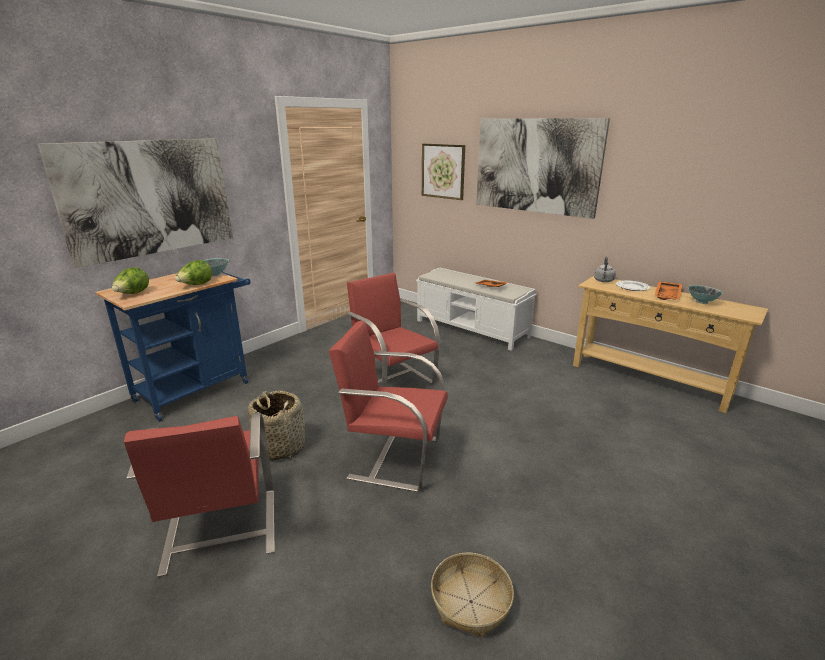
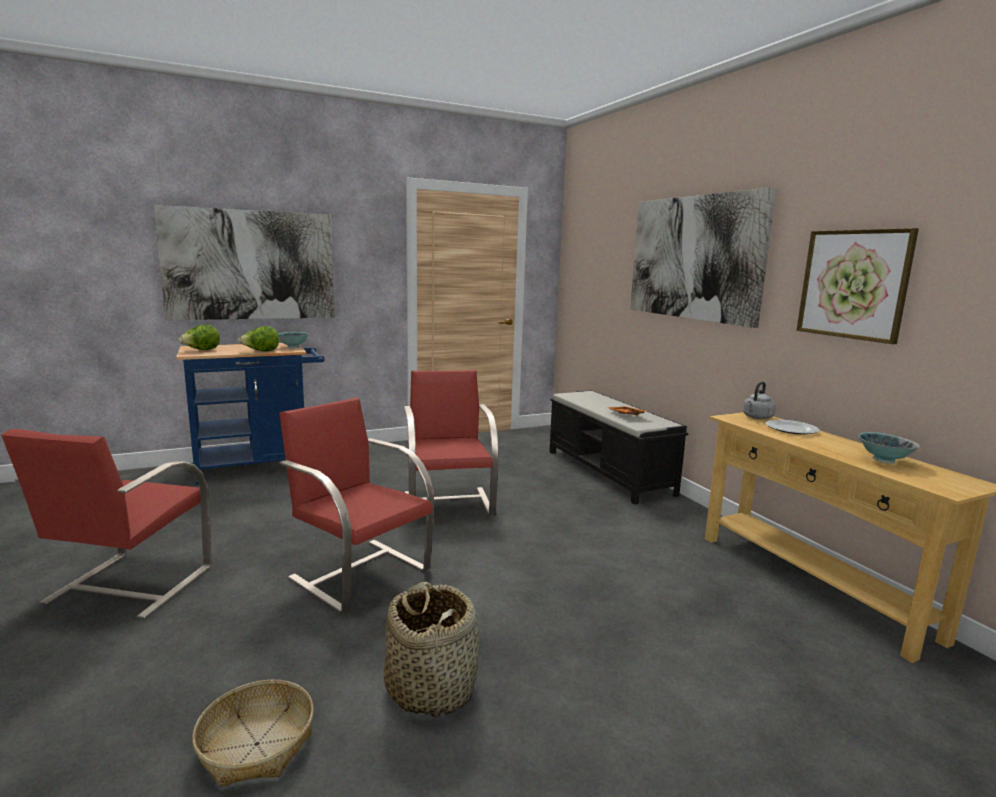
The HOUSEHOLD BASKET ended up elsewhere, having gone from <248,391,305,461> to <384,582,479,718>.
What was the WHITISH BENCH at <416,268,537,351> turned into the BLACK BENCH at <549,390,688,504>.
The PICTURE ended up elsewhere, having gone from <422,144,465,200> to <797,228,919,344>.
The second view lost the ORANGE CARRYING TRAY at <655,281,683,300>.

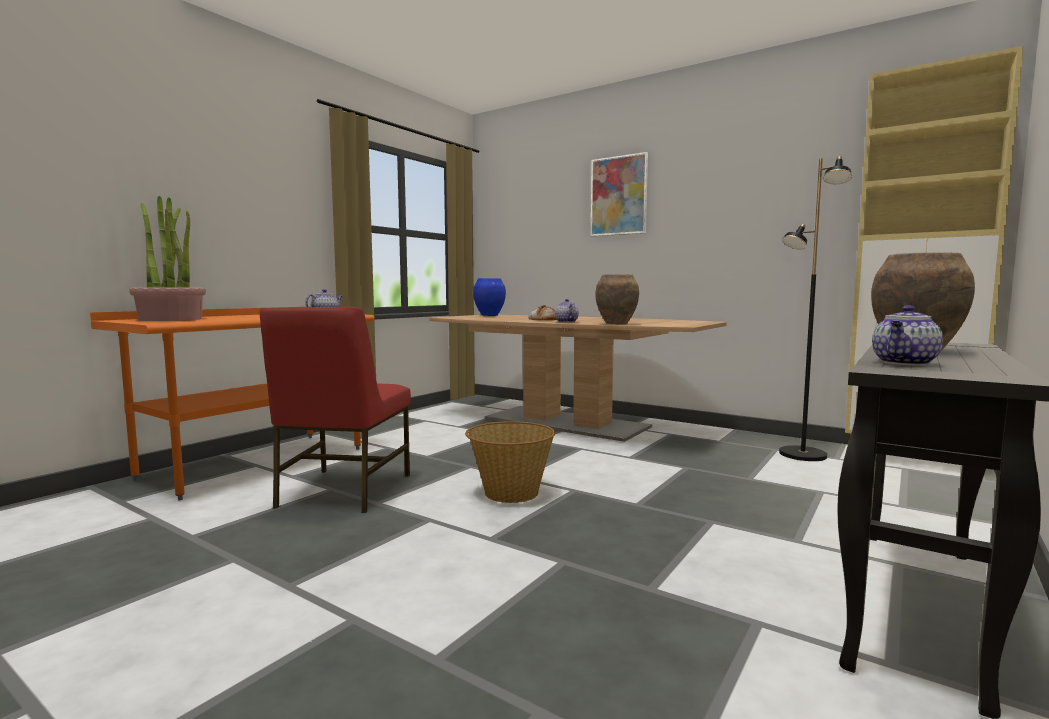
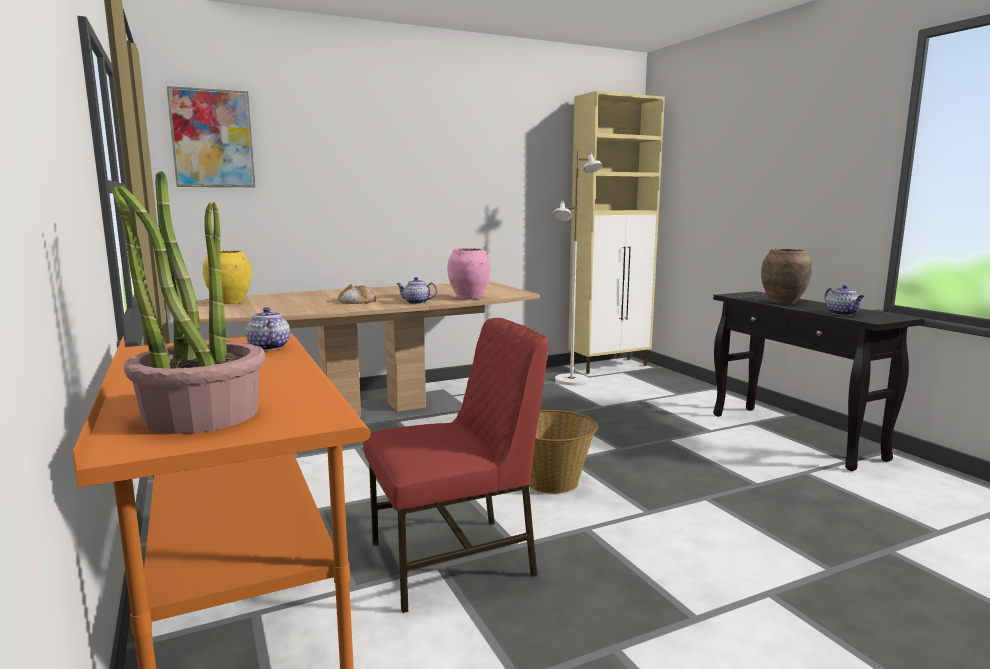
The PICTURE ended up elsewhere, having gone from <591,152,648,236> to <167,86,255,187>.
What was the BLUE FLOWER VASE at <473,278,506,316> turned into the YELLOWISH FLOWER VASE at <203,250,252,304>.
The REDDISH UPRIGHT CHAIR at <259,307,411,513> ended up facing another way, 60 degrees counterclockwise from before.
What was the BROWN FLOWER VASE at <595,274,639,324> turned into the PINKISH FLOWER VASE at <447,248,491,300>.
What was the BLACK STANDING LAMP at <779,156,852,461> turned into the WHITISH STANDING LAMP at <552,151,603,385>.

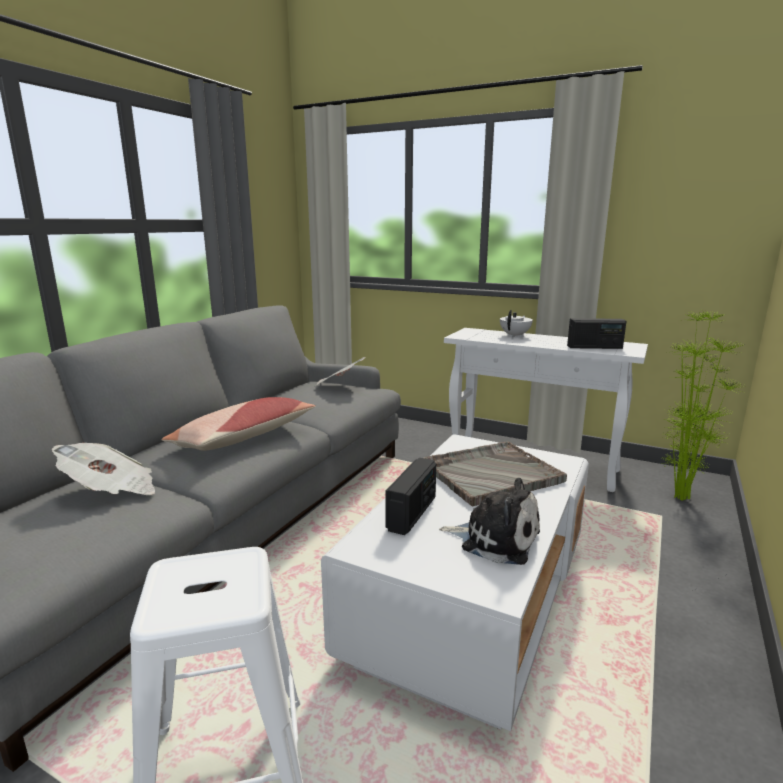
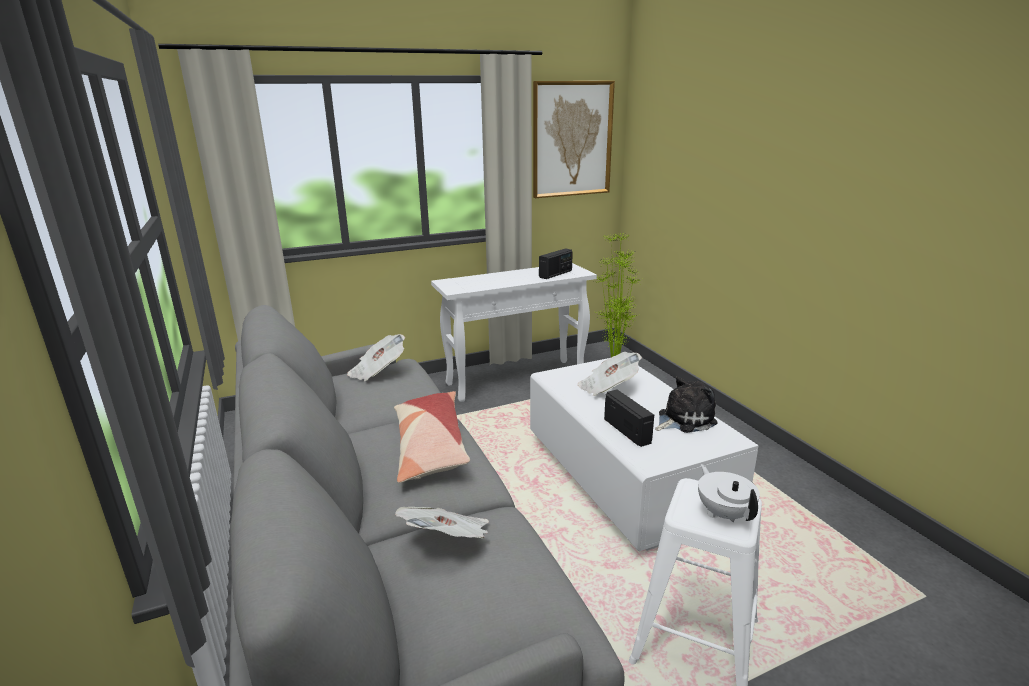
The second view gained the PICTURE at <533,81,615,198>.
Where the GREY CARRYING TRAY stood at <424,442,567,507>, the NEWSPAPER came to stand at <577,352,642,396>.
The WHITISH POT FOR TEA ended up elsewhere, having gone from <500,310,533,337> to <698,464,760,522>.

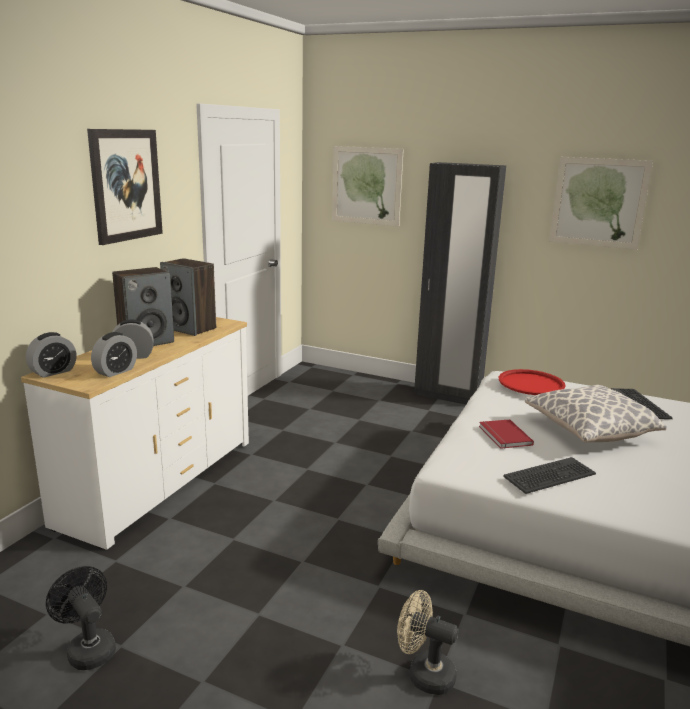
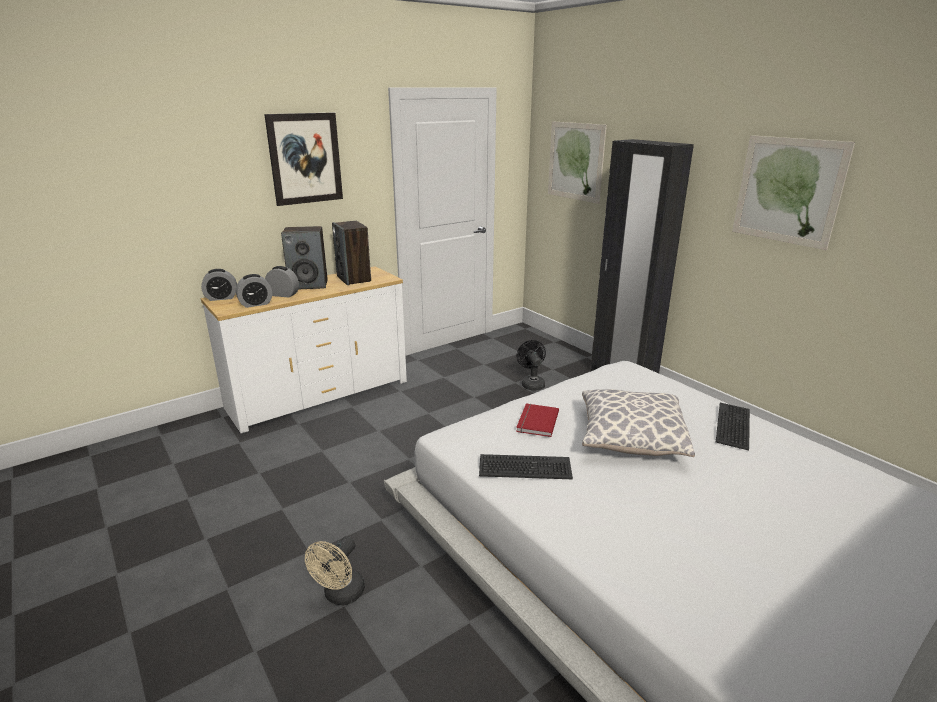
The BEIGE COOLING FAN at <397,590,458,695> ended up facing another way, 120 degrees counterclockwise from before.
The BLACK COOLING FAN ended up elsewhere, having gone from <46,566,116,670> to <517,340,546,391>.
The second view lost the REDDISH CARRYING TRAY at <499,369,566,395>.

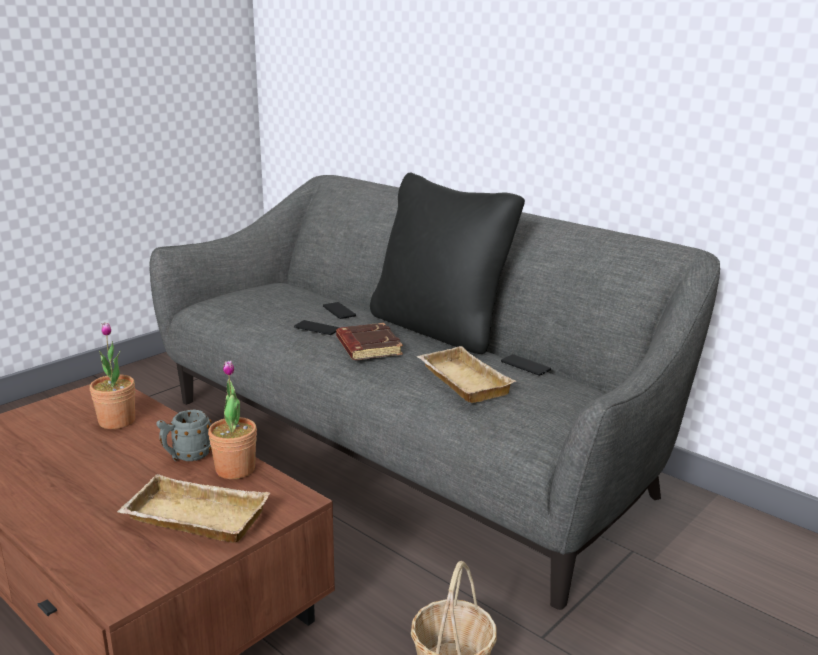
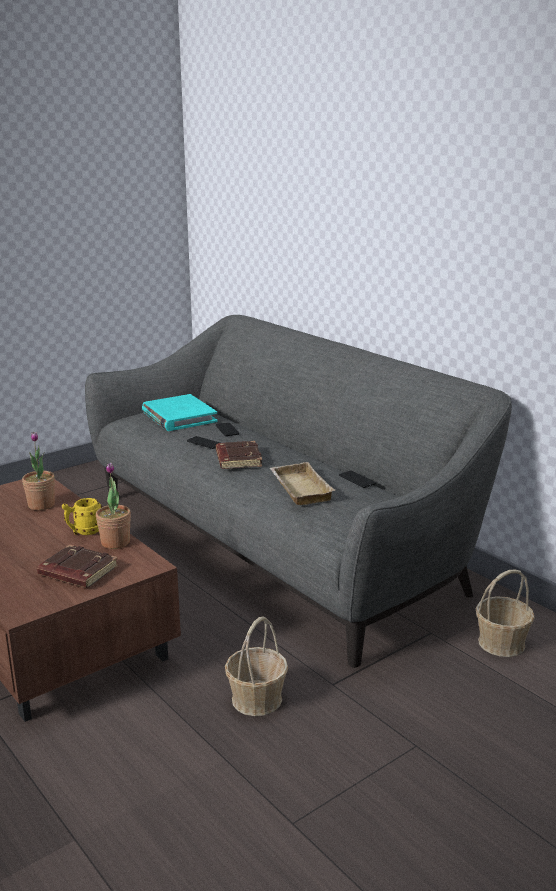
Where the BEIGE CARRYING TRAY stood at <117,474,270,543>, the BROWN VOLUME came to stand at <37,545,118,588>.
What was the GREY COFFEE MUG at <156,409,211,461> turned into the YELLOWISH COFFEE MUG at <62,498,102,535>.
The second view gained the TURQUOISE-COLOURED VOLUME at <142,394,217,431>.
The second view gained the HOUSEHOLD BASKET at <476,570,535,657>.
The second view lost the BLACK CUSHION at <370,172,525,354>.

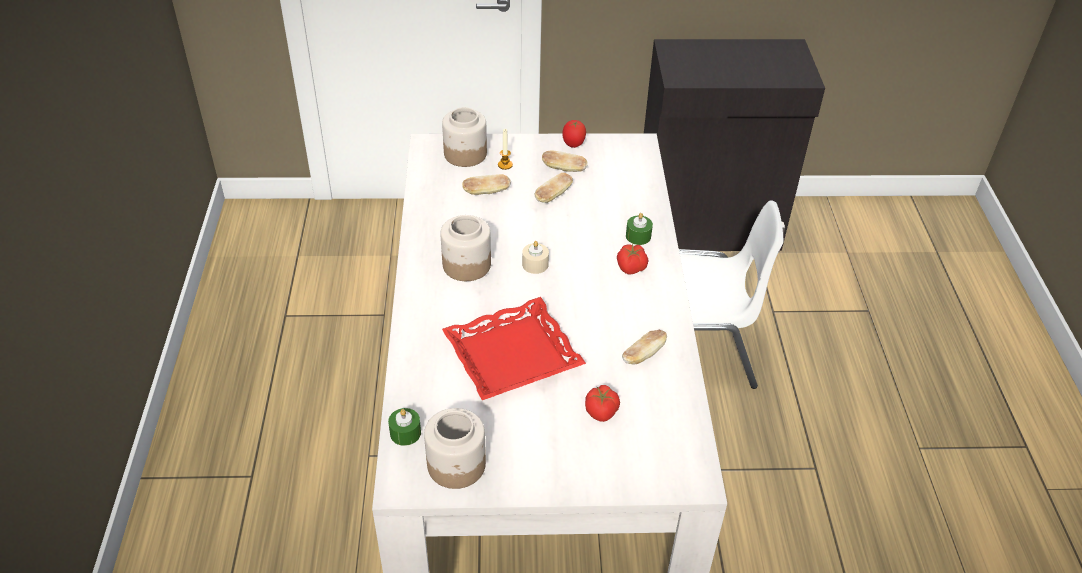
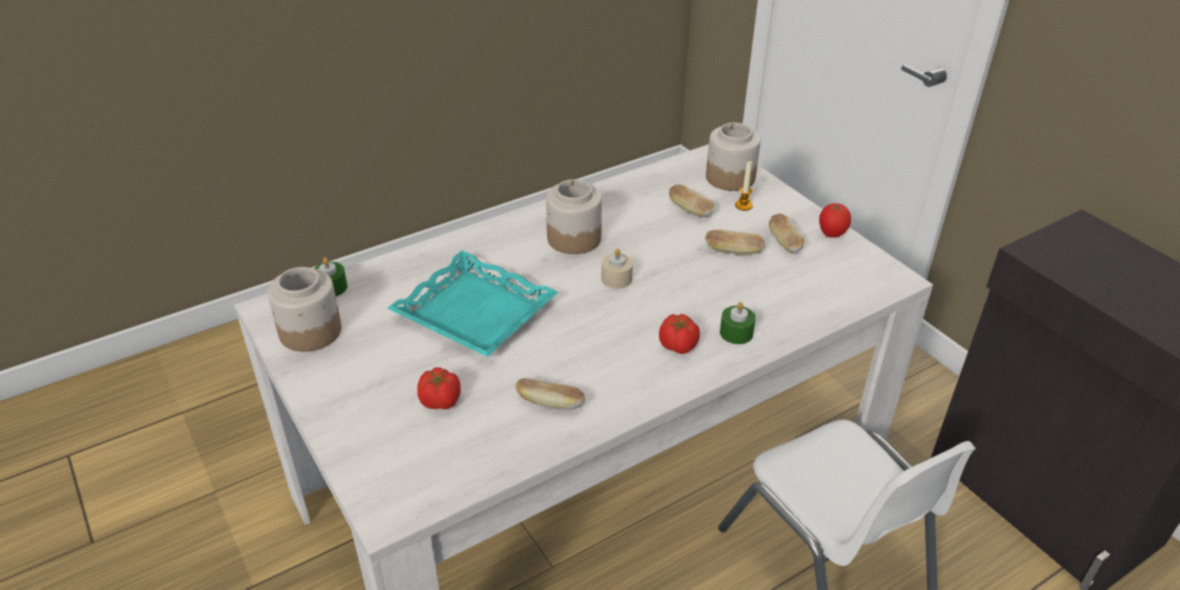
What was the REDDISH CARRYING TRAY at <442,297,586,400> turned into the TURQUOISE-COLOURED CARRYING TRAY at <387,251,558,357>.

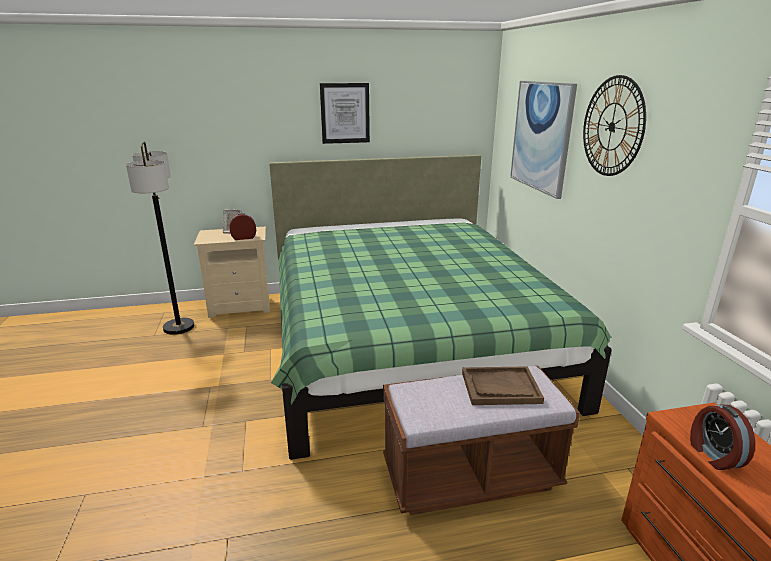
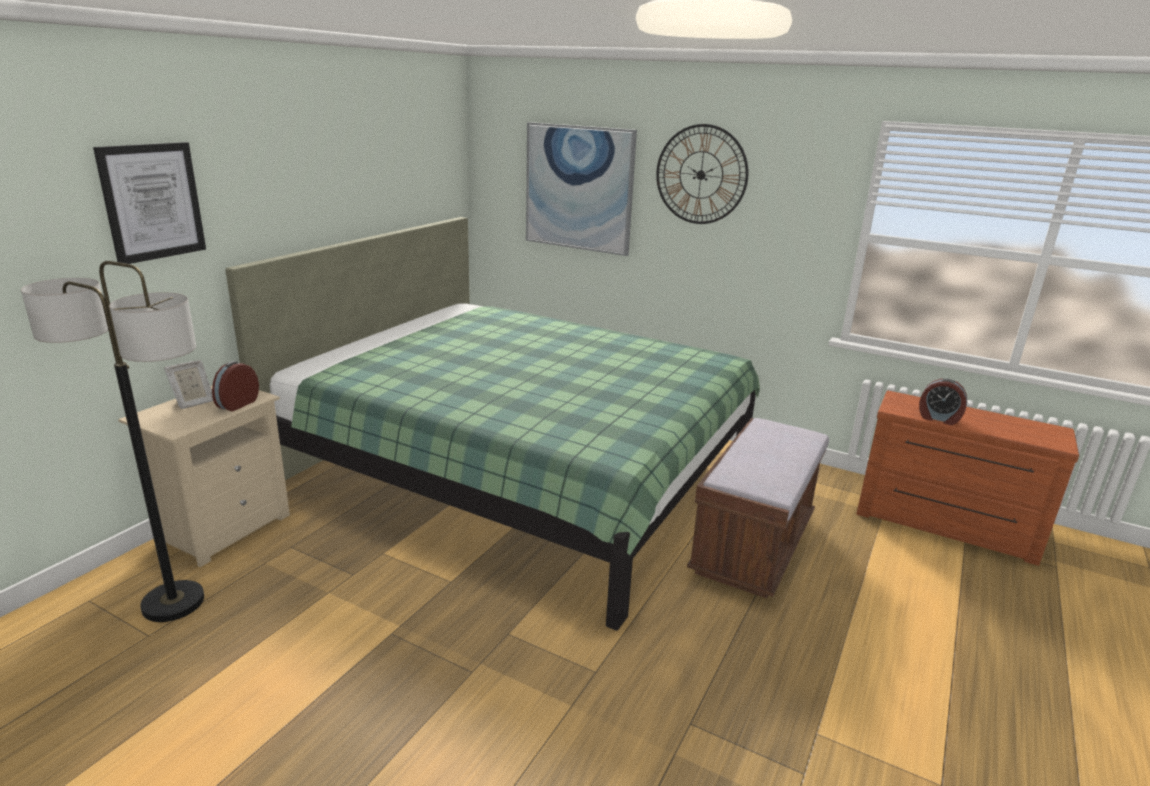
The PICTURE ended up elsewhere, having gone from <320,83,370,144> to <93,142,206,264>.
The second view lost the BROWN CARRYING TRAY at <462,366,544,405>.

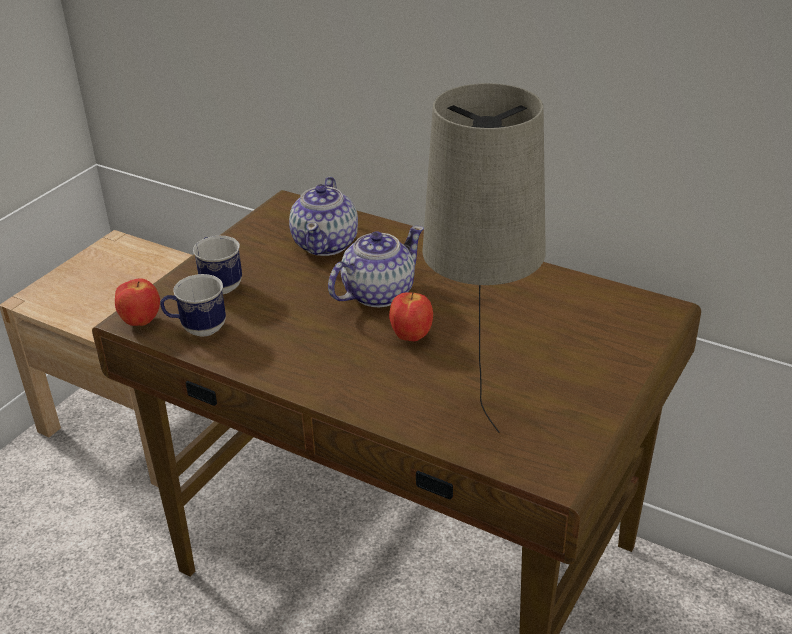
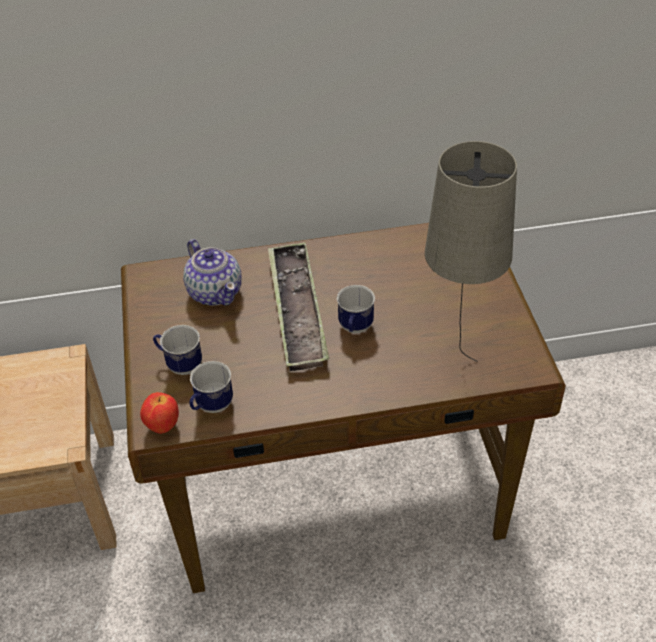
Where the POT FOR TEA stood at <328,226,424,307>, the CARRYING TRAY came to stand at <268,242,329,371>.
Where the APPLE stood at <389,292,433,341>, the COFFEE MUG came to stand at <337,285,375,333>.

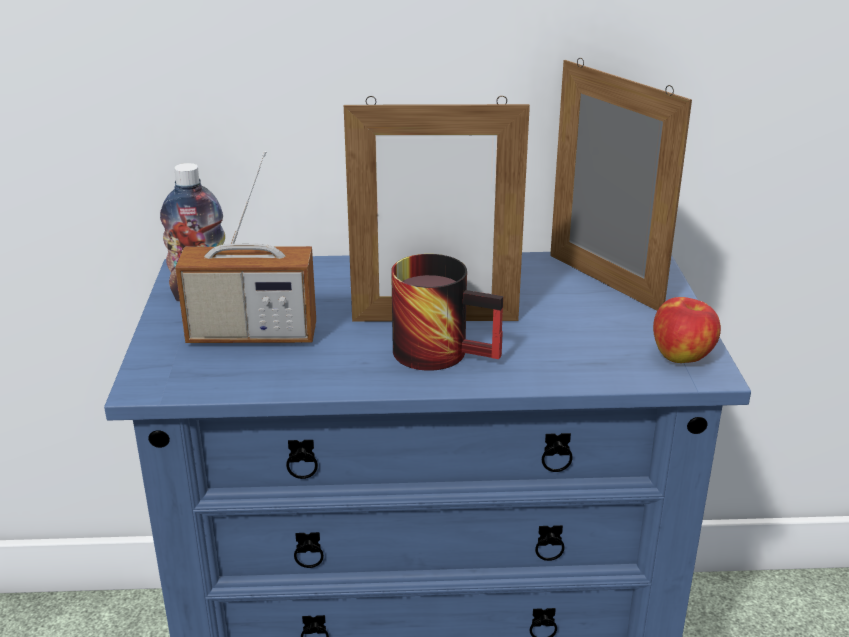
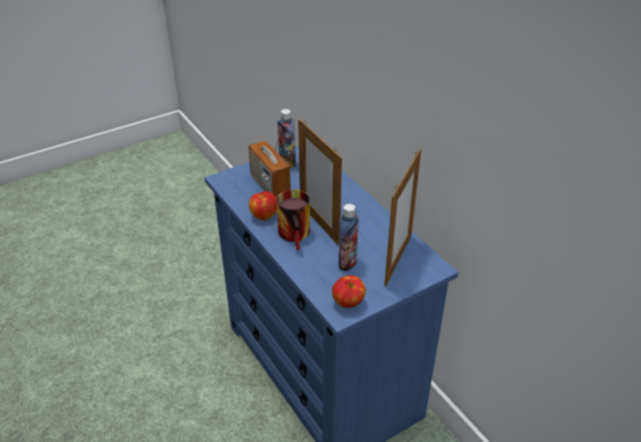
The second view gained the APPLE at <249,191,277,220>.
The second view gained the DRINK BOTTLE at <338,204,359,271>.

